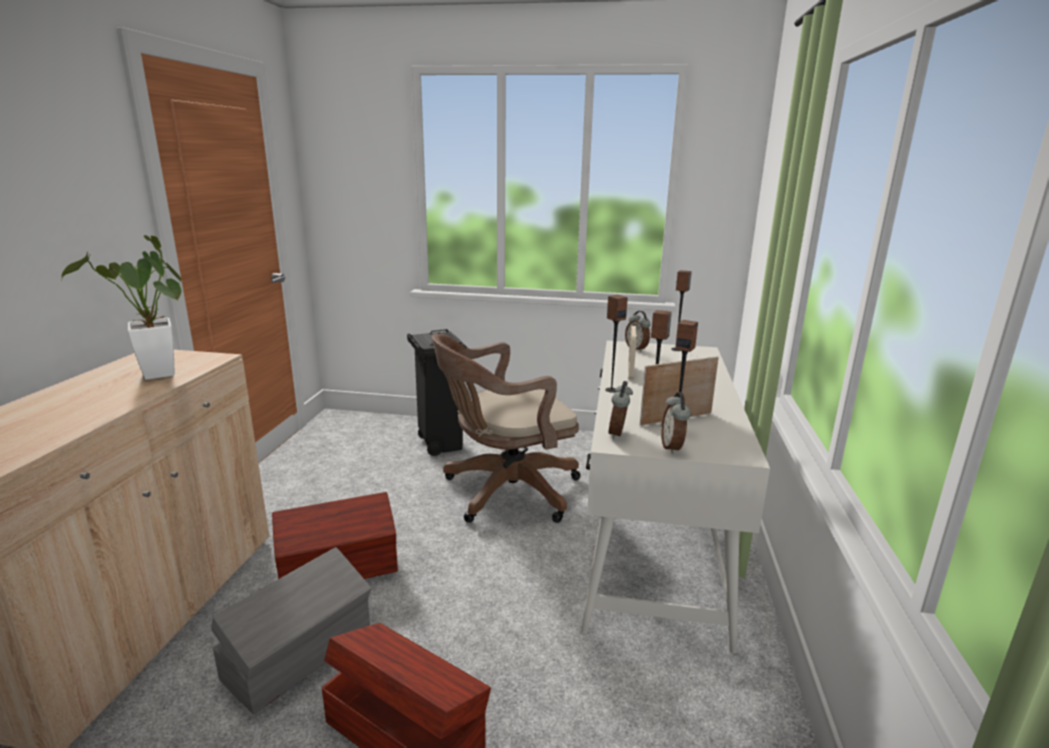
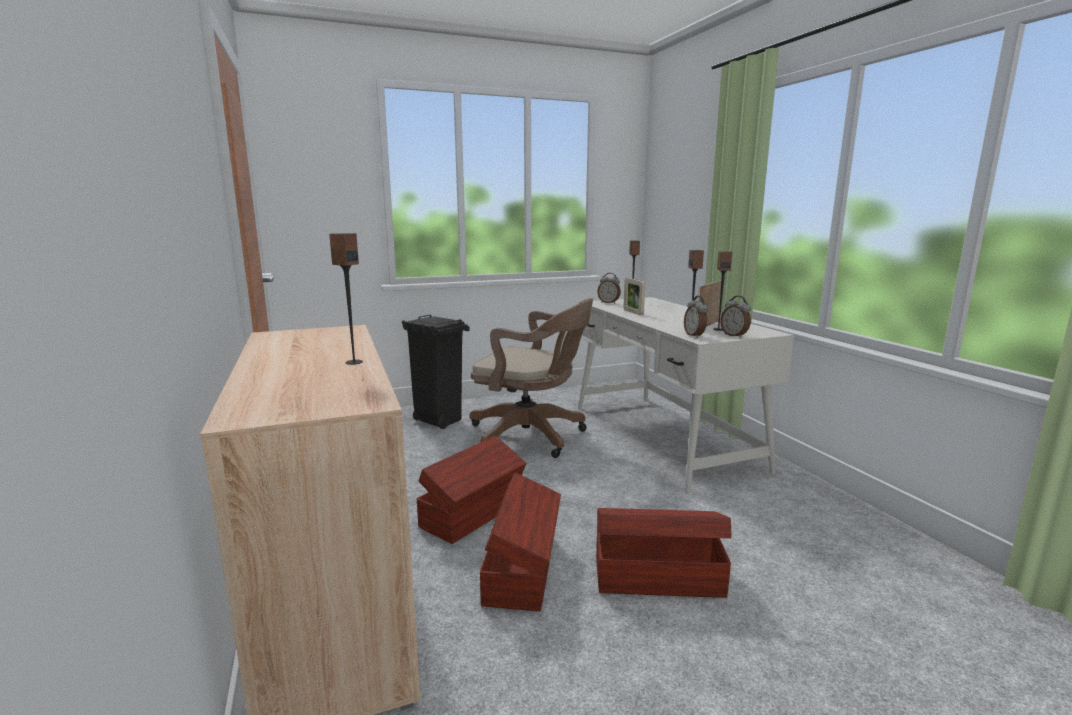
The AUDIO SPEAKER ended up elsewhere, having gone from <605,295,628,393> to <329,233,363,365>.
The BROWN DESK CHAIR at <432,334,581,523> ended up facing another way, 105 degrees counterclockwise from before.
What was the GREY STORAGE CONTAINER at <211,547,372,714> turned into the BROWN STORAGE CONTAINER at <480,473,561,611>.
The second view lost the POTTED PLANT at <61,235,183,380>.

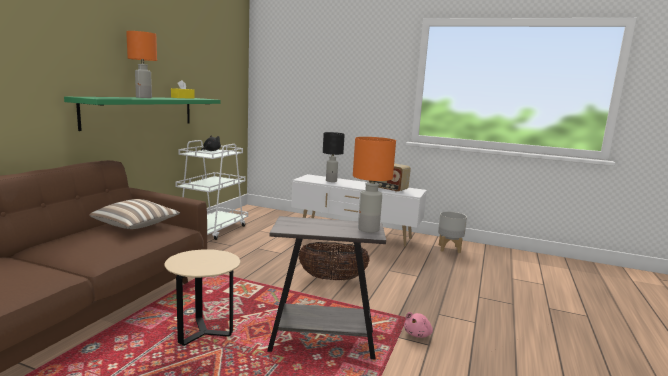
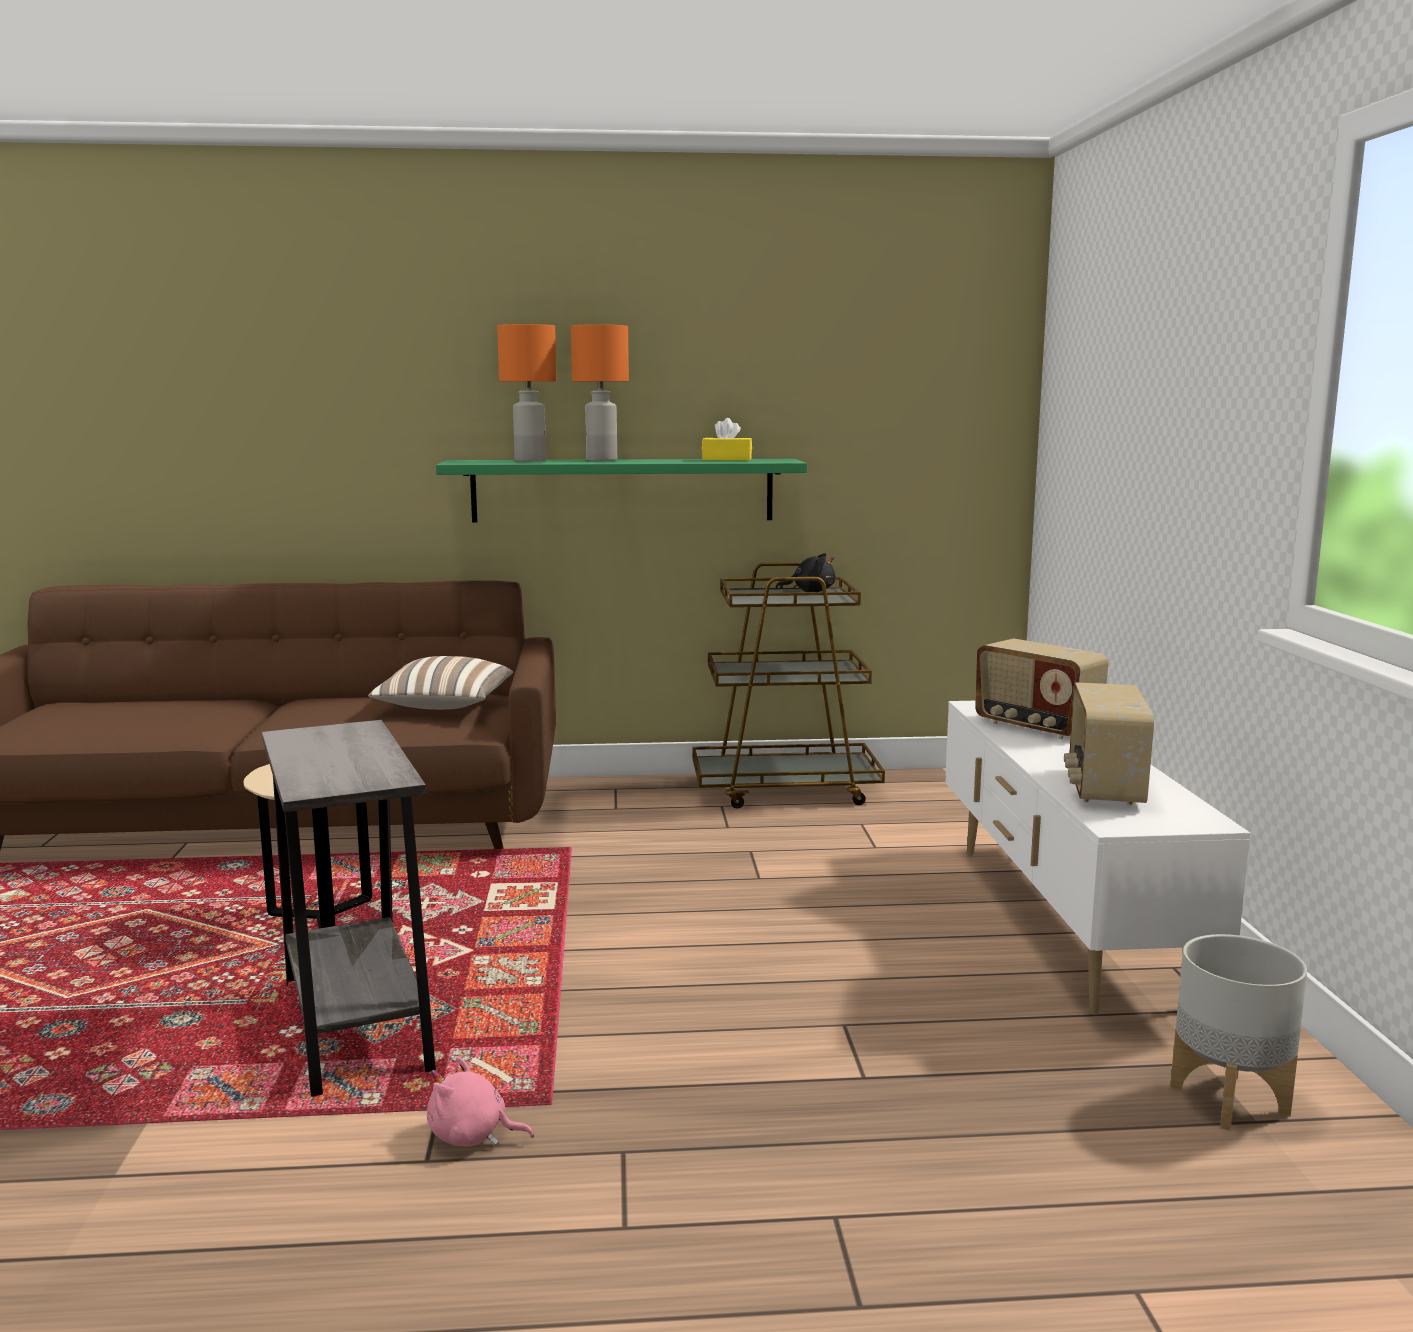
The ORANGE TABLE LAMP ended up elsewhere, having gone from <353,137,396,233> to <497,324,557,462>.
What was the WHITISH TROLLEY at <176,140,248,240> turned into the BROWN TROLLEY at <692,562,885,809>.
Where the BLACK TABLE LAMP stood at <323,132,345,182>, the RADIO RECEIVER came to stand at <975,639,1109,739>.
The second view lost the HOUSEHOLD BASKET at <299,242,370,280>.

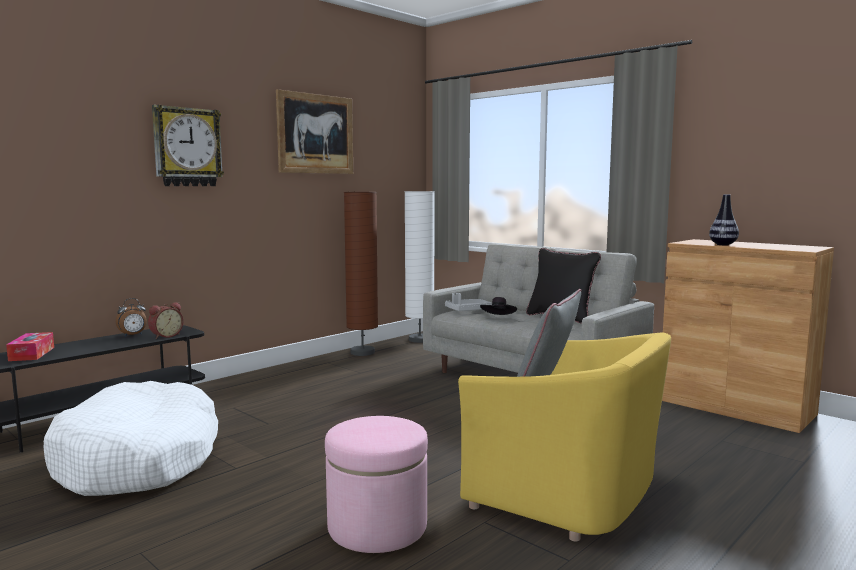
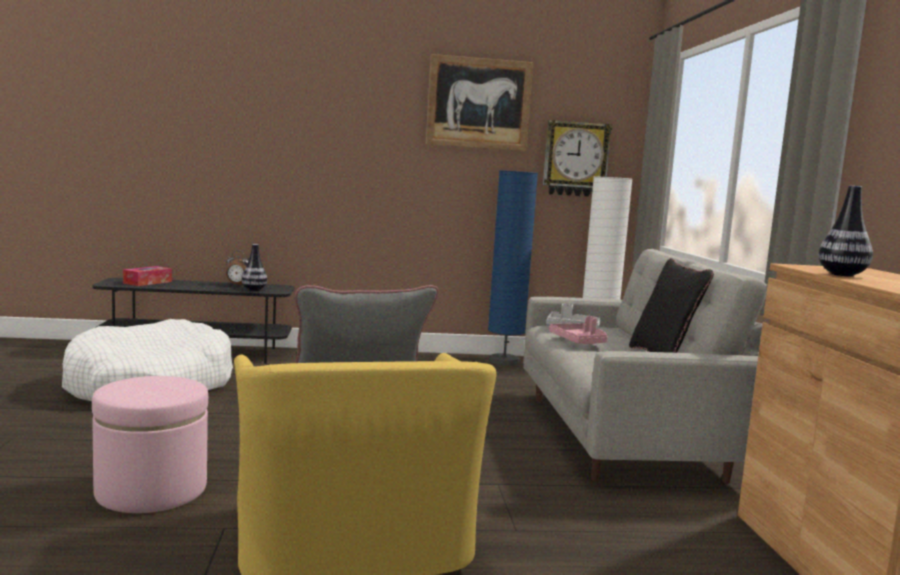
Where the BEDSIDE CLOCK stood at <148,302,184,339>, the FLOWER VASE came to stand at <242,244,267,291>.
What was the BROWN STANDING LAMP at <344,192,378,356> turned into the BLUE STANDING LAMP at <488,170,538,366>.
The WALL CLOCK ended up elsewhere, having gone from <152,105,224,186> to <543,120,612,197>.
Where the BLACK WEARABLE HAT stood at <480,297,517,315>, the PINKISH CARRYING TRAY came to stand at <549,316,607,344>.

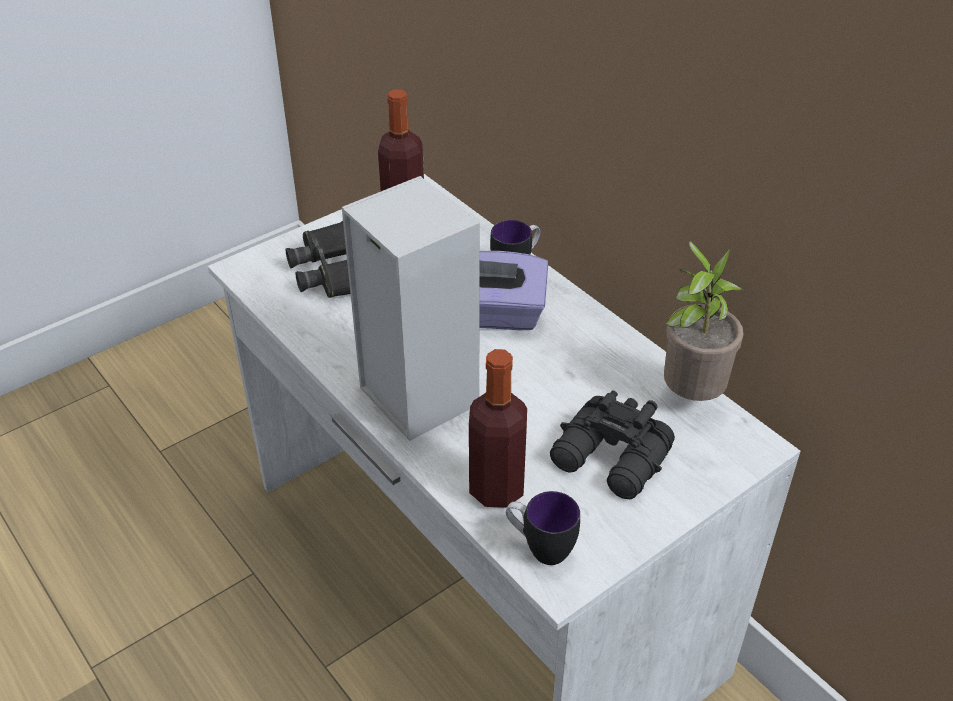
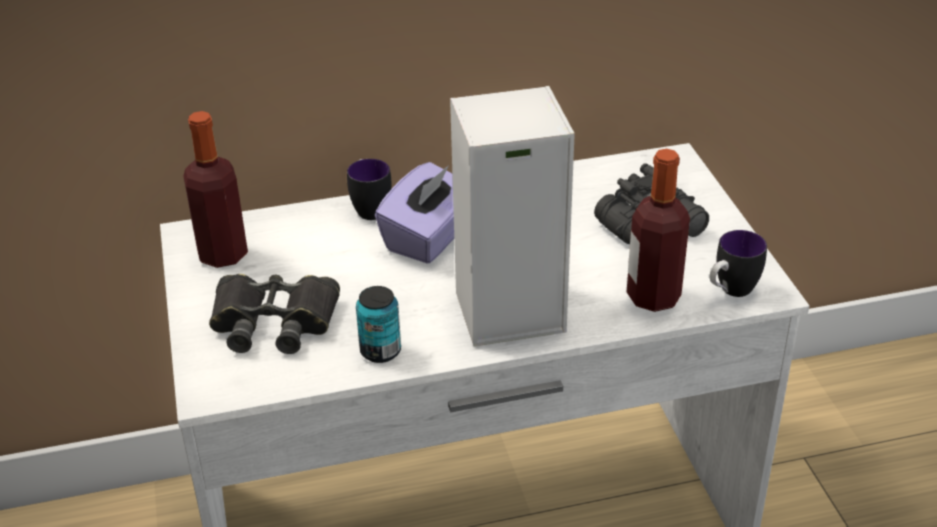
The second view gained the SEALED CAN at <356,286,401,363>.
The second view lost the POTTED PLANT at <664,241,744,401>.

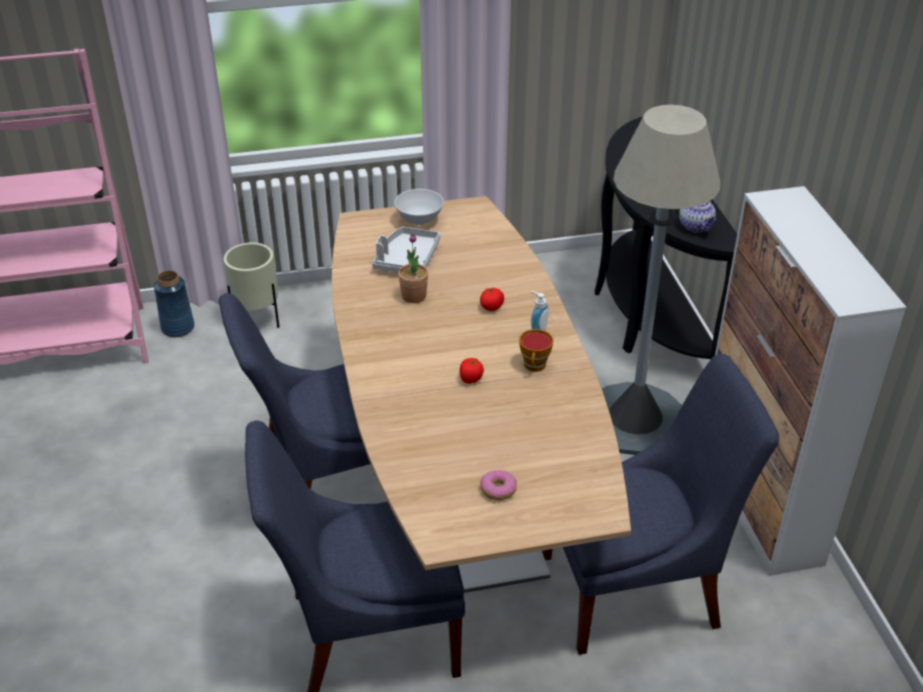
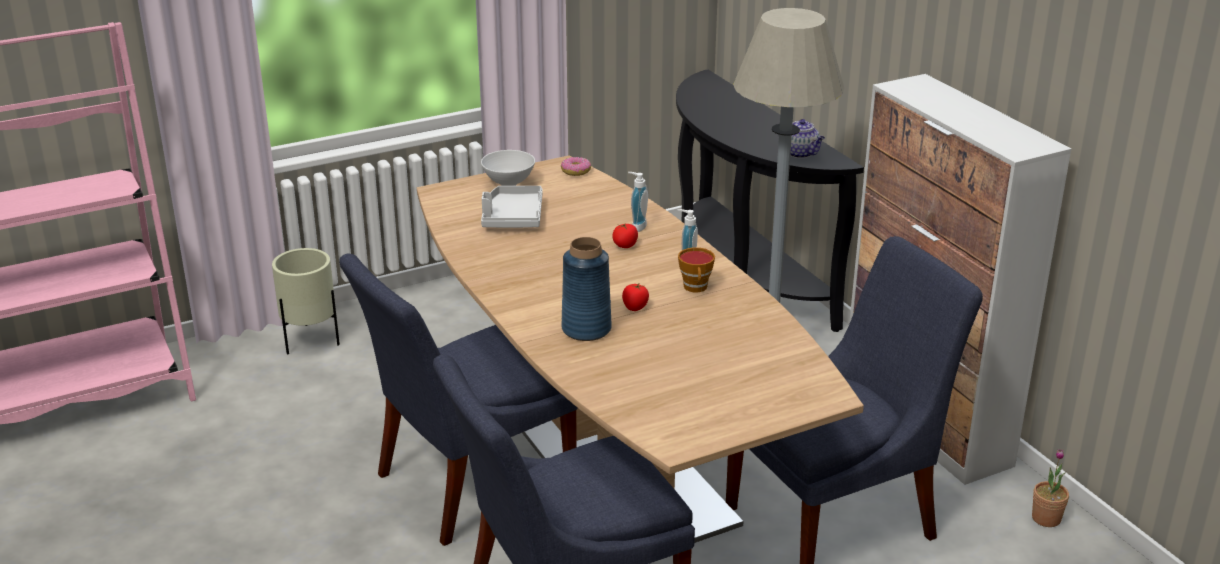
The RING DOUGHNUT ended up elsewhere, having gone from <480,470,517,500> to <561,157,591,176>.
The BLUE FLOWER VASE ended up elsewhere, having gone from <154,270,195,337> to <561,237,612,341>.
The second view gained the LIQUID SOAP BOTTLE at <628,172,648,232>.
The POTTED PLANT ended up elsewhere, having gone from <398,234,428,303> to <1032,449,1069,527>.

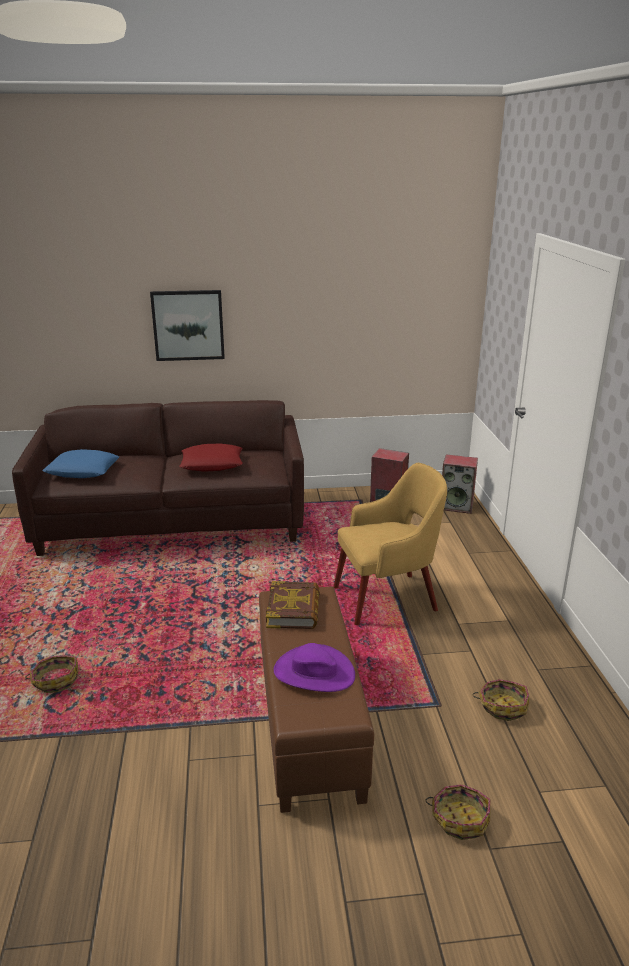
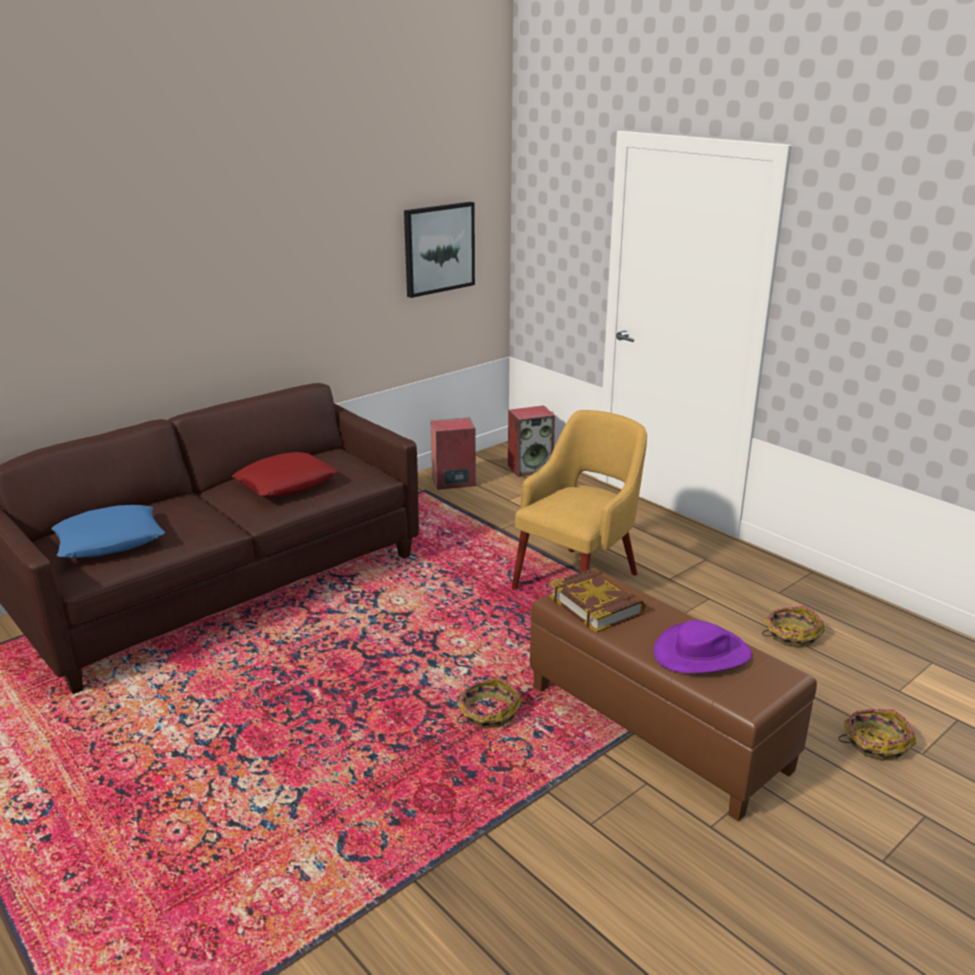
The PICTURE ended up elsewhere, having gone from <150,290,225,361> to <404,202,475,298>.
The HOUSEHOLD BASKET ended up elsewhere, having gone from <25,655,78,693> to <457,676,523,728>.

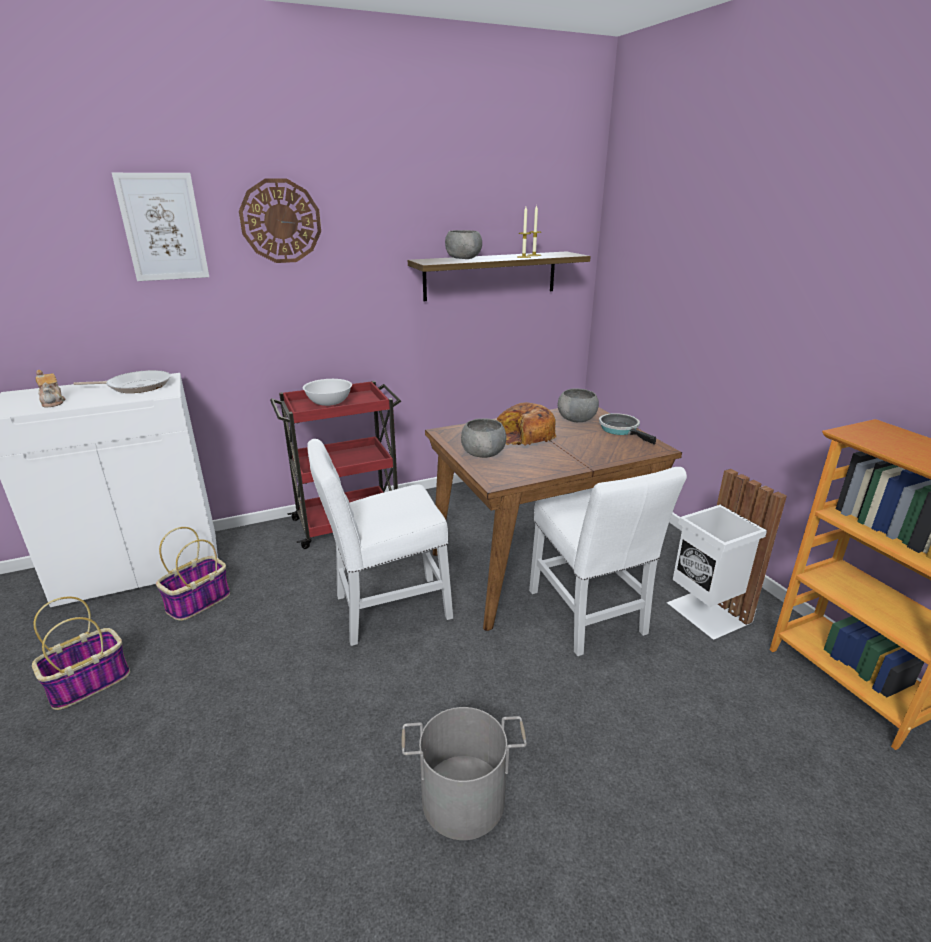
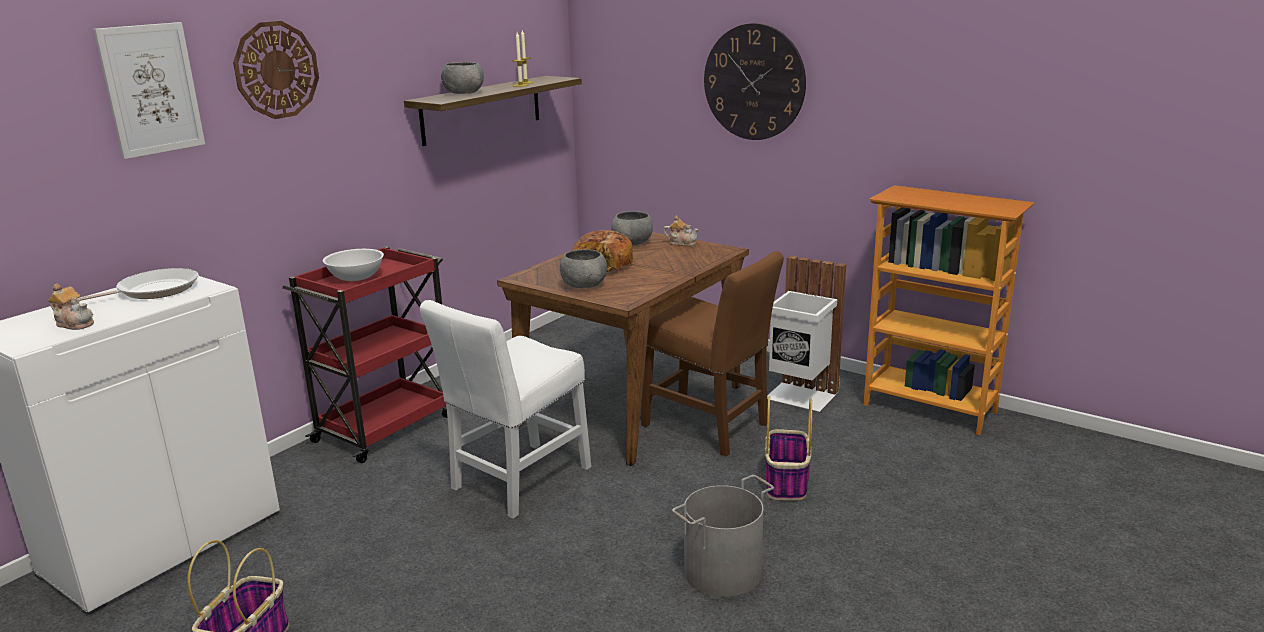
What was the WHITISH UPRIGHT CHAIR at <529,467,687,656> turned into the BROWN UPRIGHT CHAIR at <641,251,784,457>.
Where the FRYING PAN stood at <599,413,656,445>, the POT FOR TEA came to stand at <664,215,699,246>.
The second view gained the WALL CLOCK at <704,23,806,140>.
The HOUSEHOLD BASKET ended up elsewhere, having gone from <156,527,230,621> to <765,396,812,501>.

